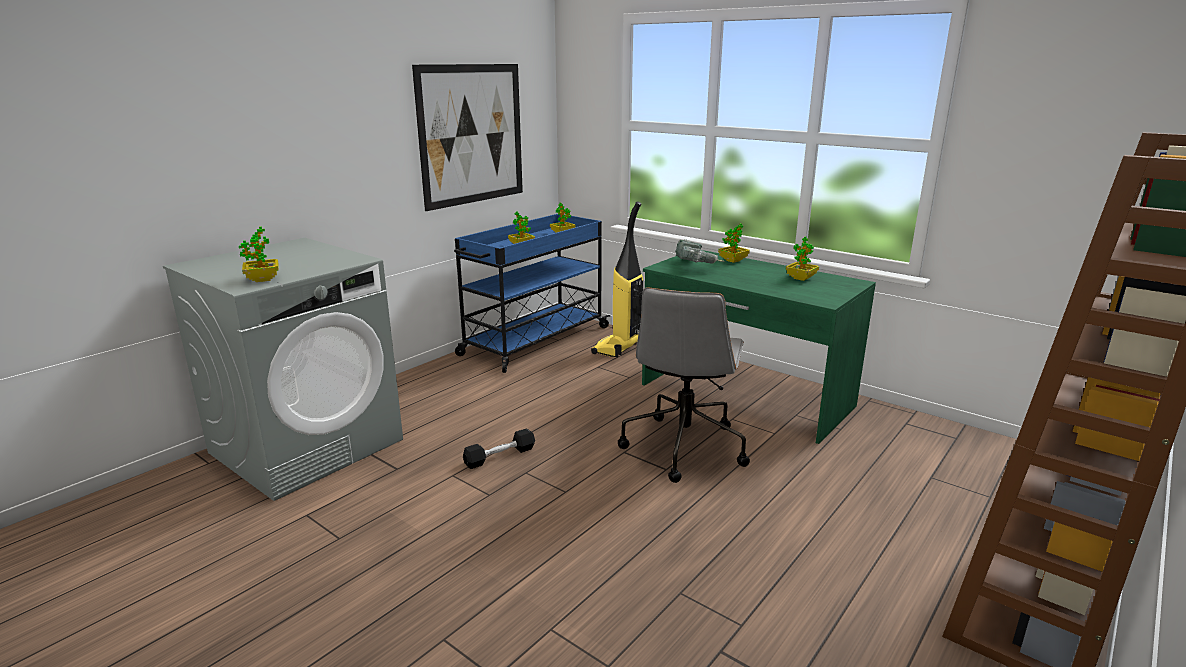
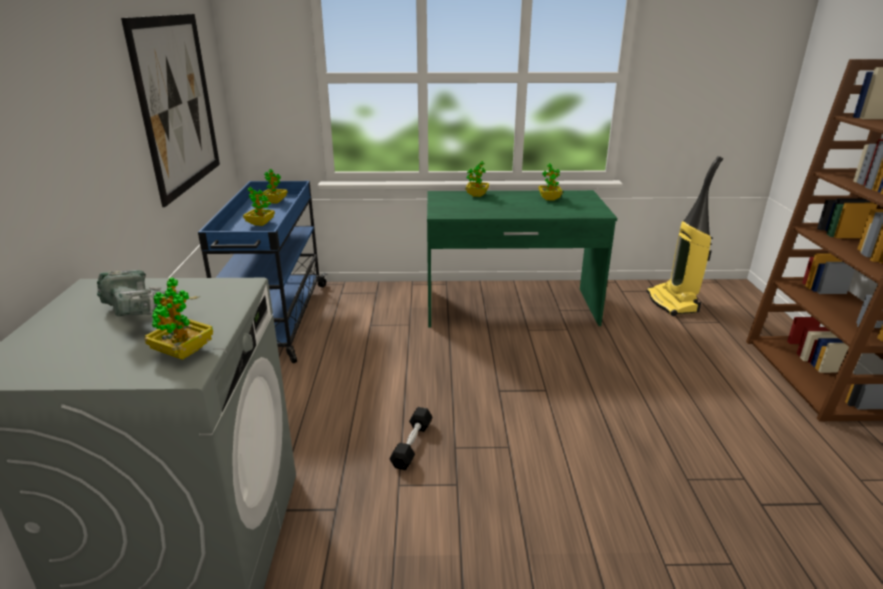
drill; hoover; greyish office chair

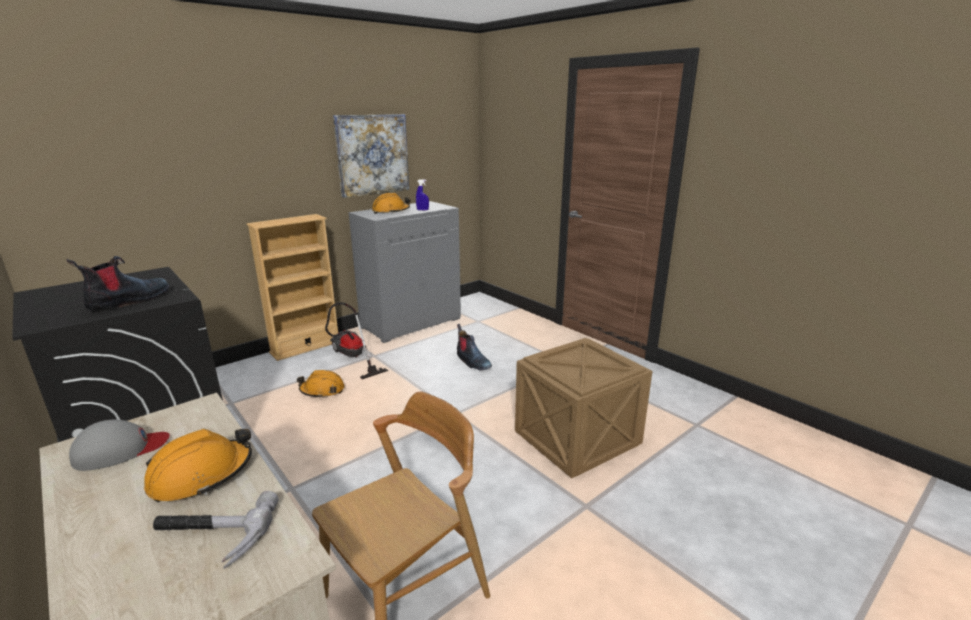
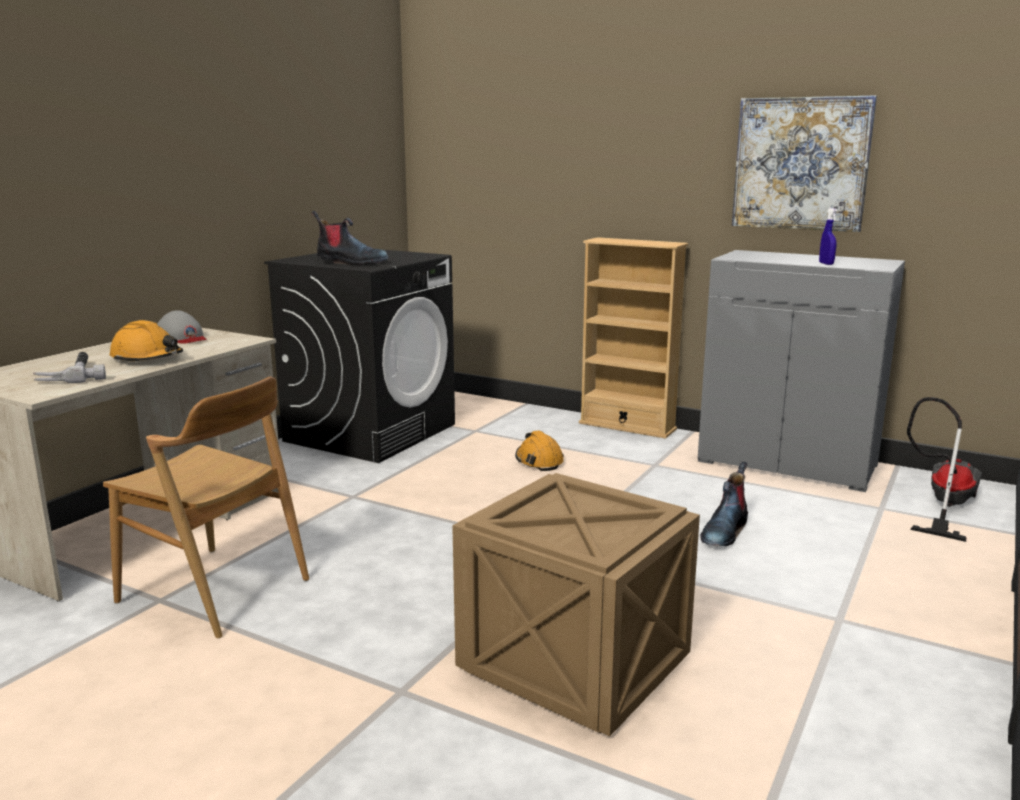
hoover; orange-coloured work helmet (no. 3 from left in the first image)

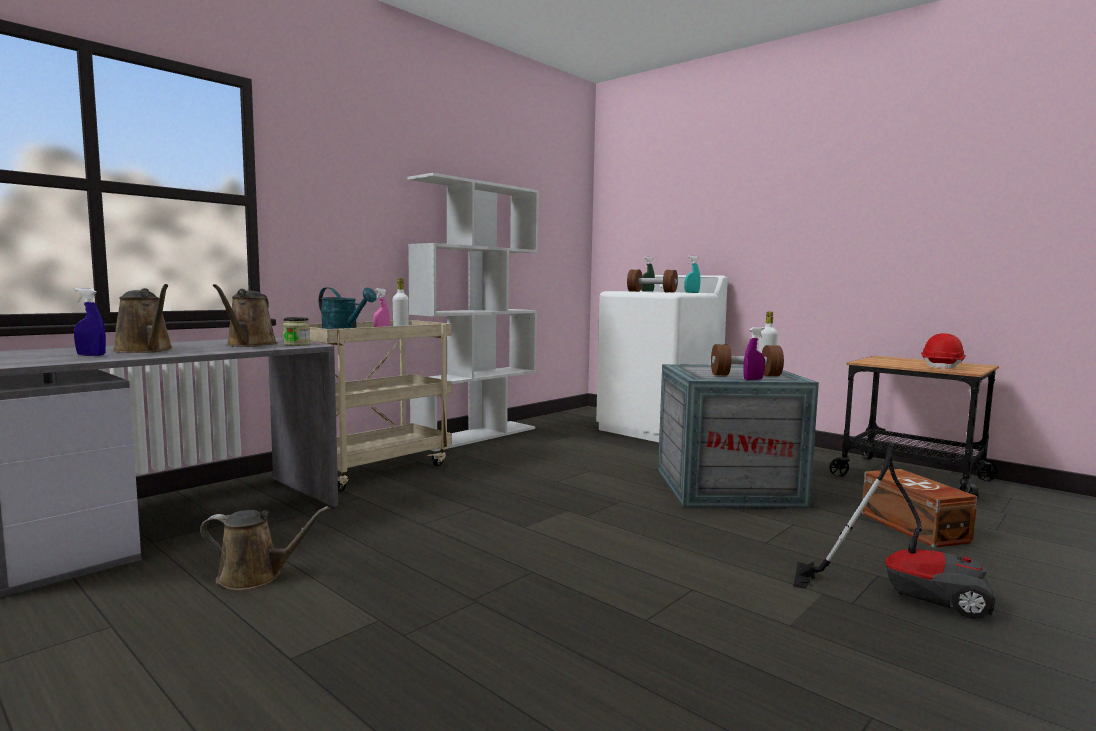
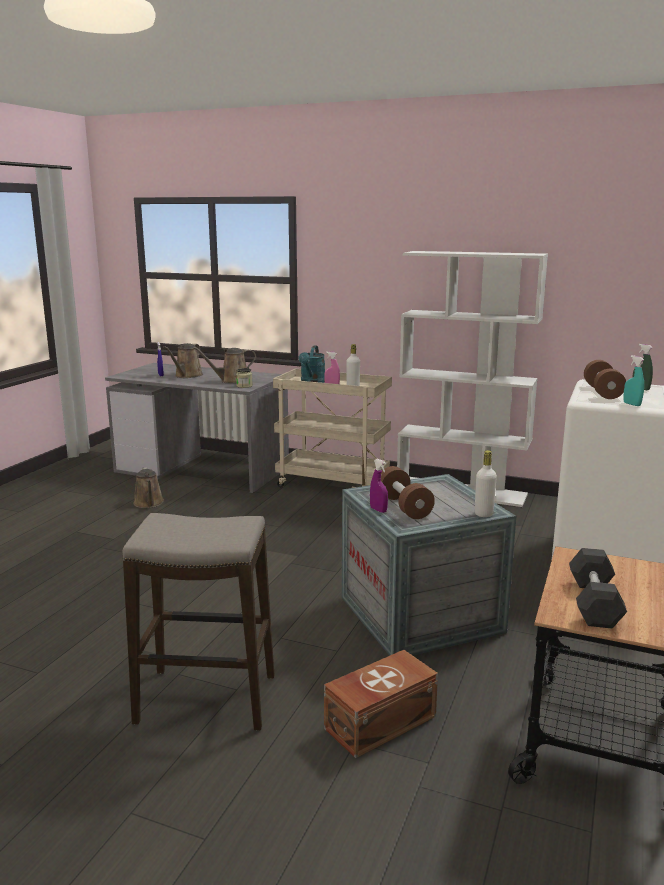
stool seat; greyish hand weight

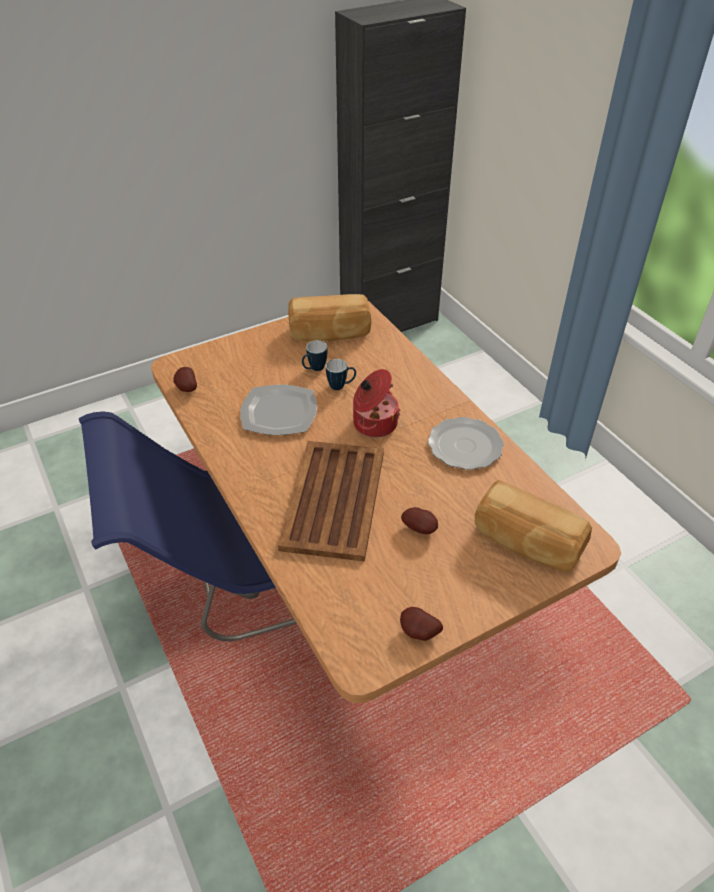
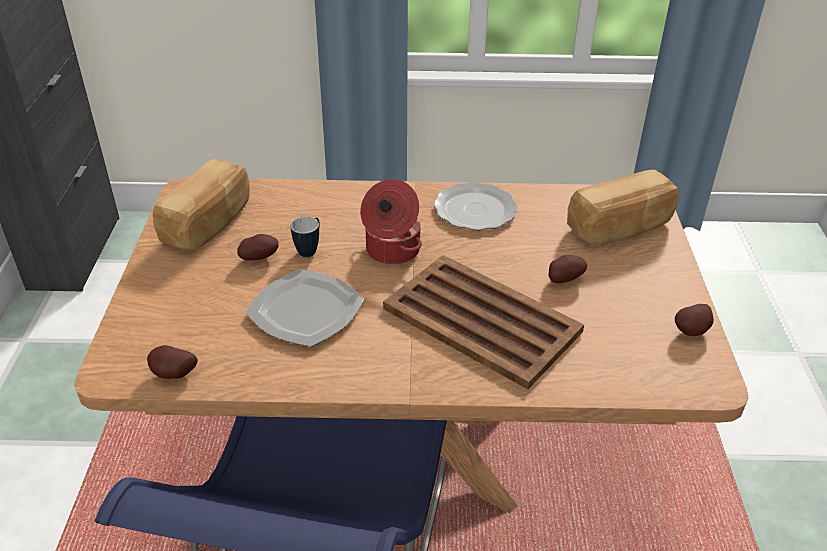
whole potato (no. 2 from left)

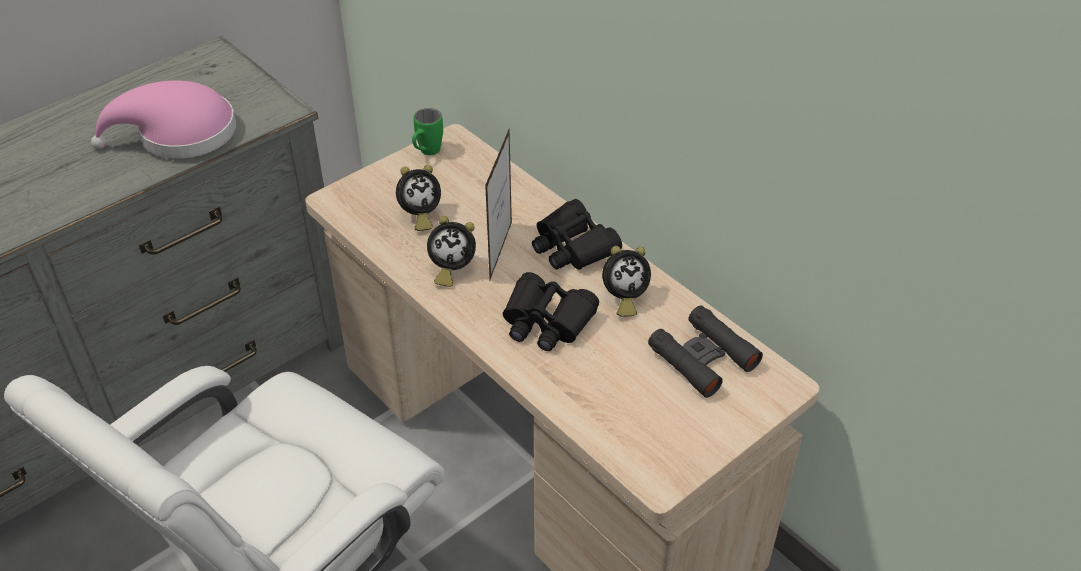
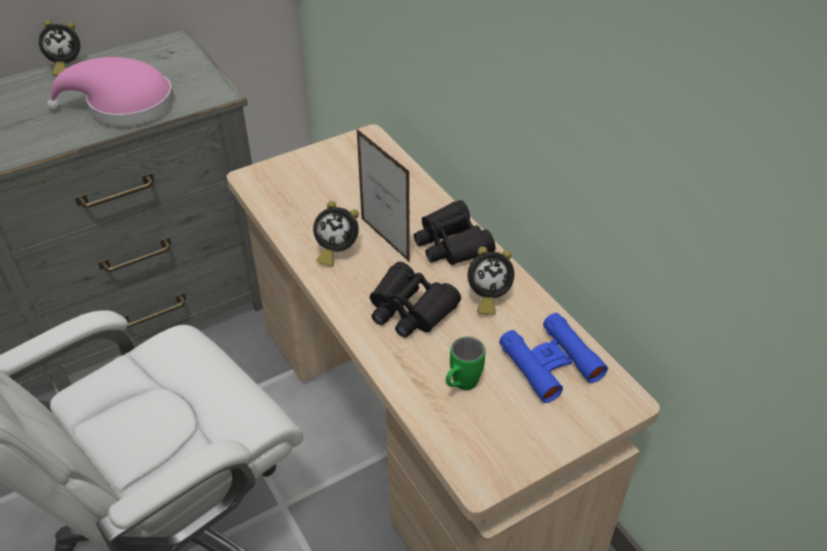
alarm clock (no. 1 from left); standing frame; green-coloured coffee mug; bluish field glasses

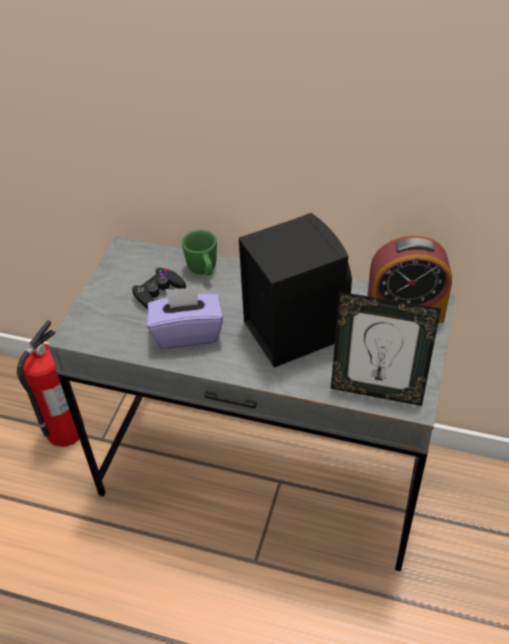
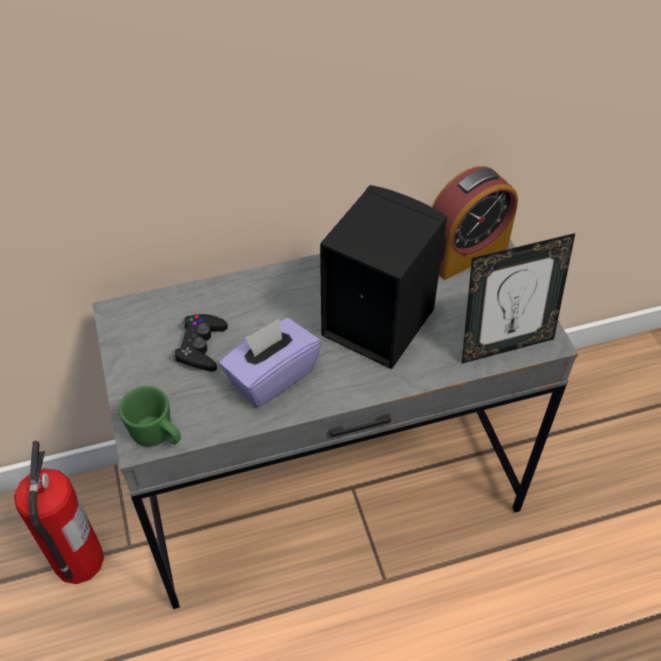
green-coloured coffee mug

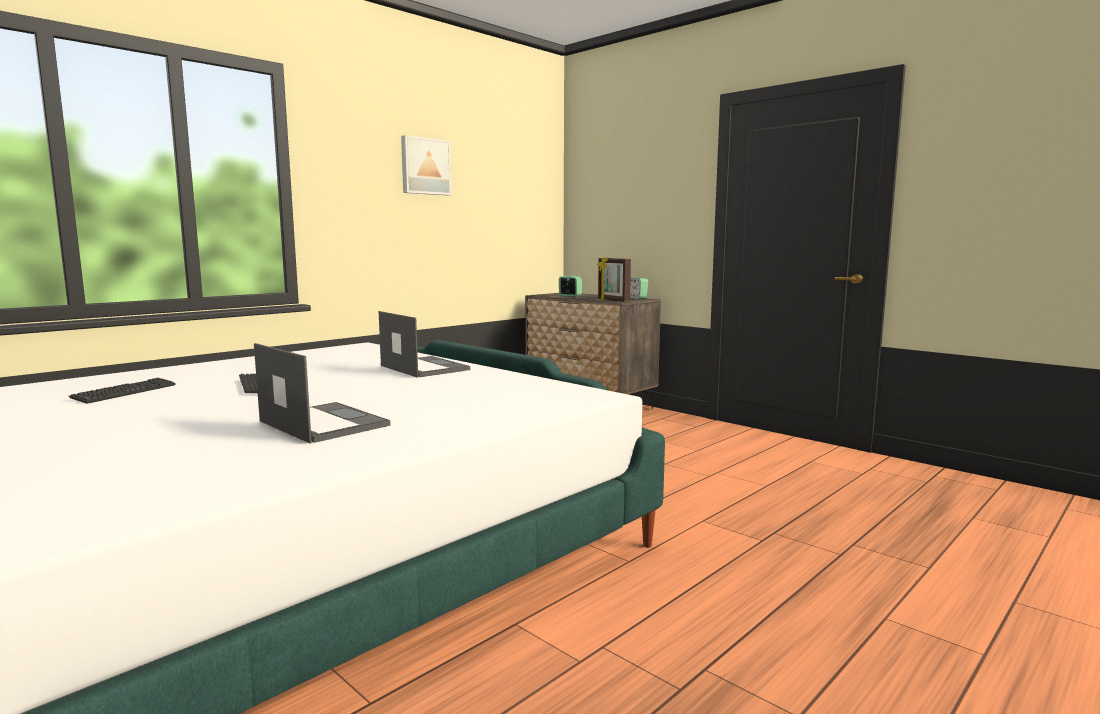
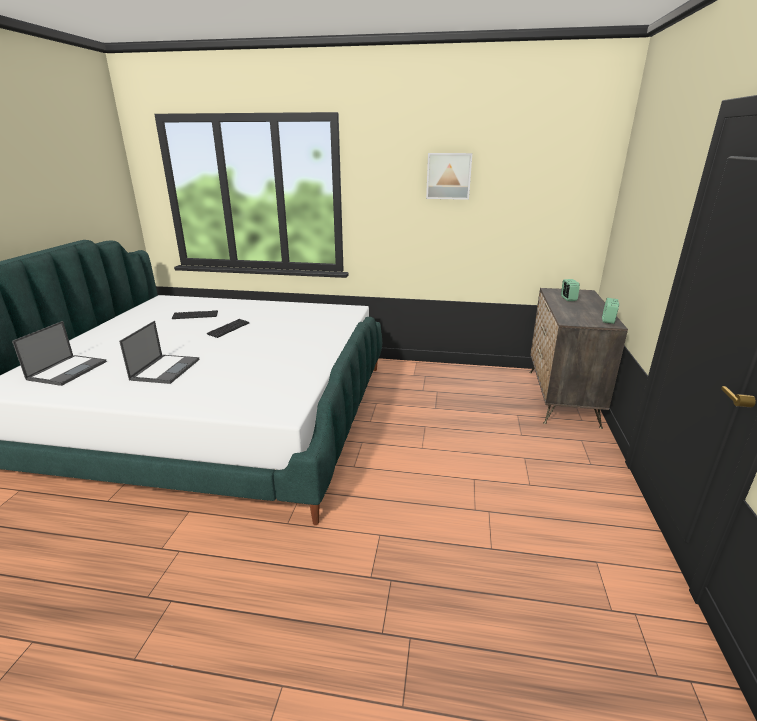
notebook computer (no. 1 from left); standing frame

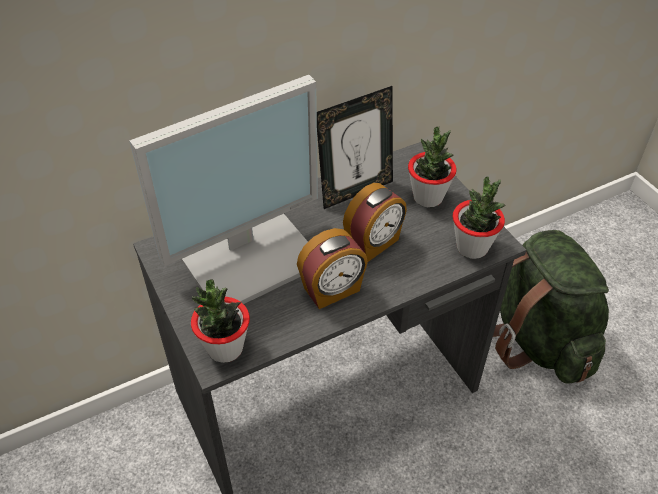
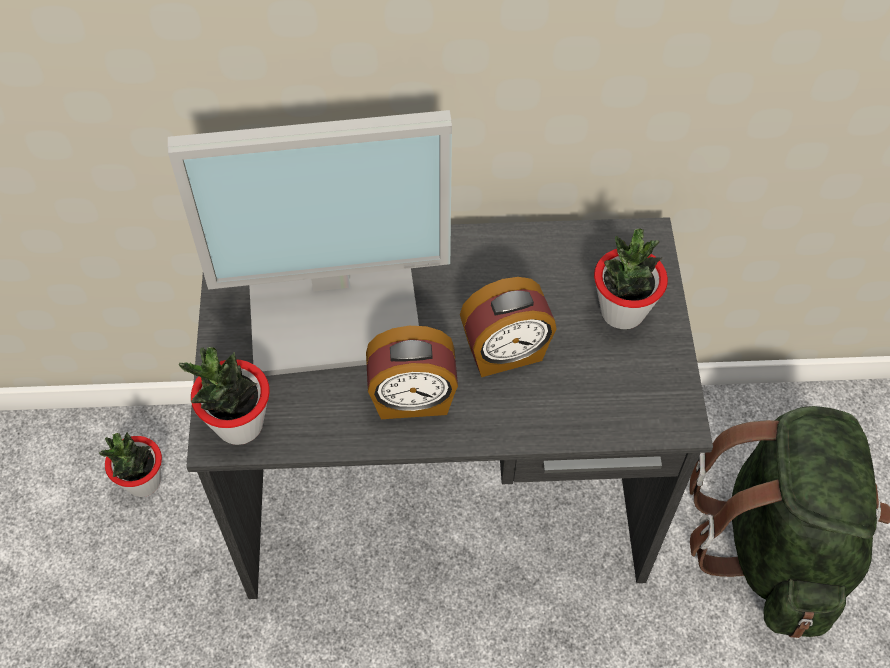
plant in a pot (no. 1 from left); standing frame

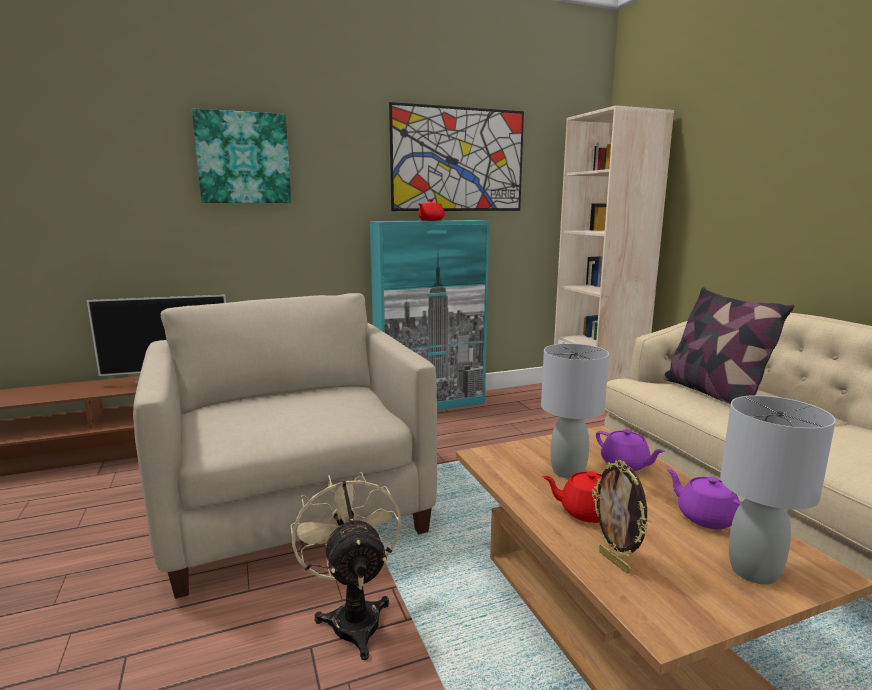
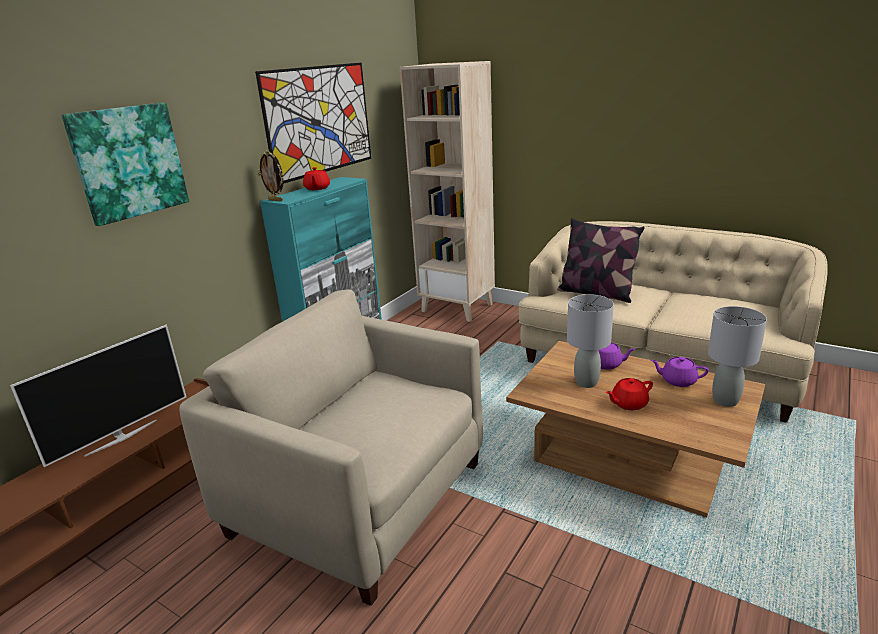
standing frame; beige-coloured electric fan

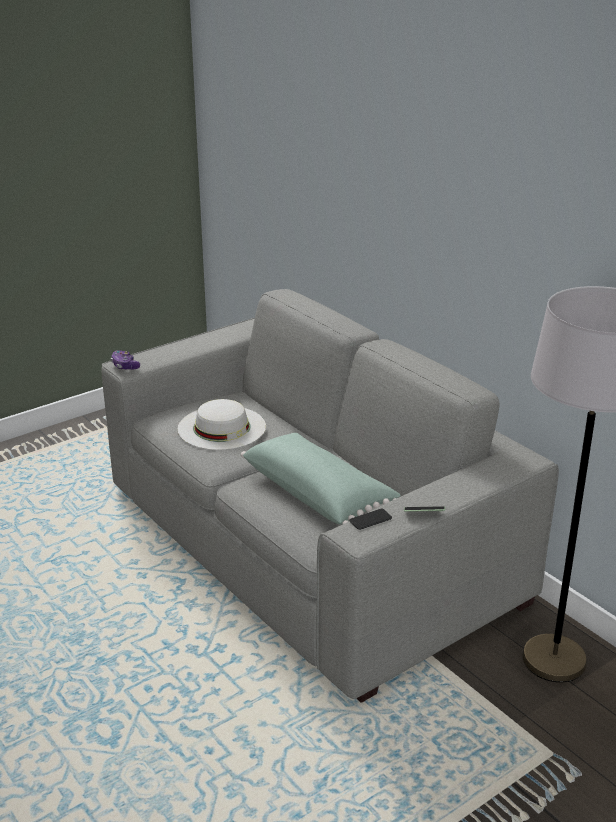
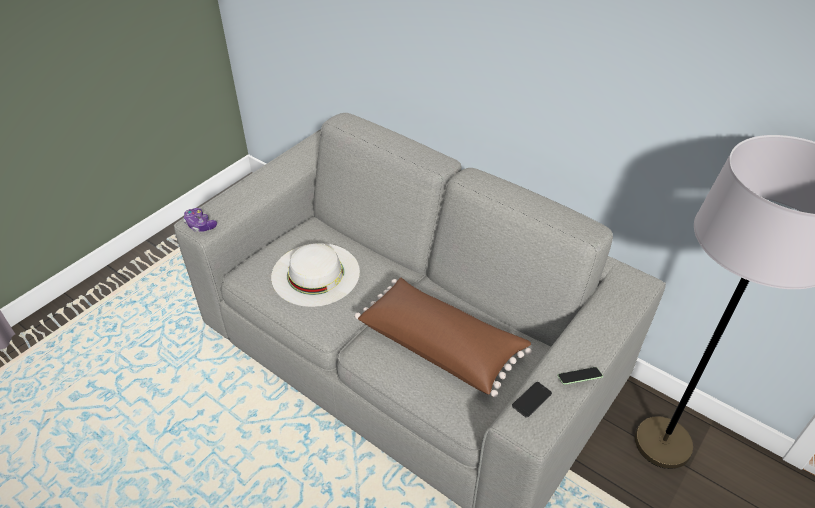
brownish throw pillow

